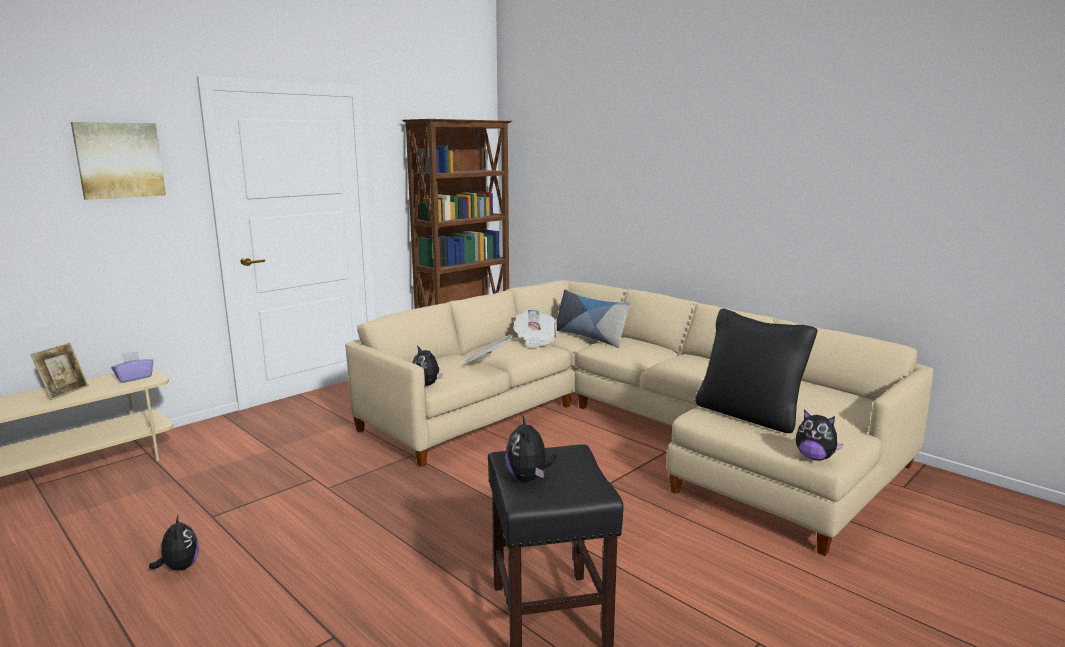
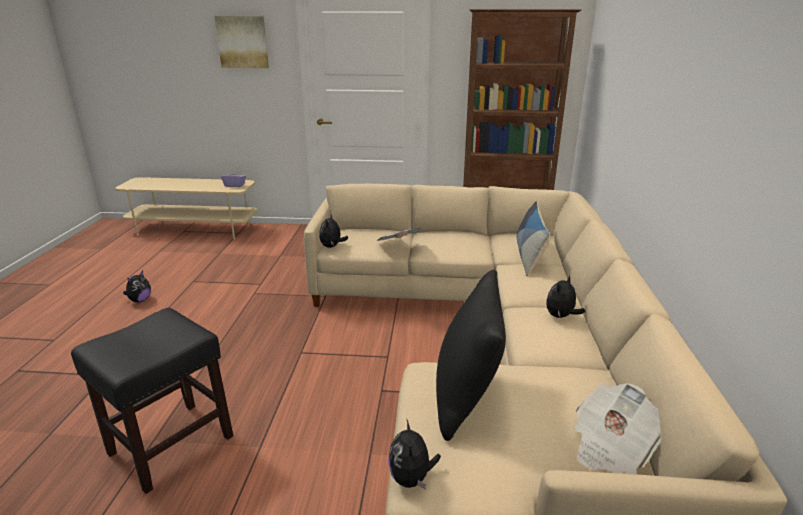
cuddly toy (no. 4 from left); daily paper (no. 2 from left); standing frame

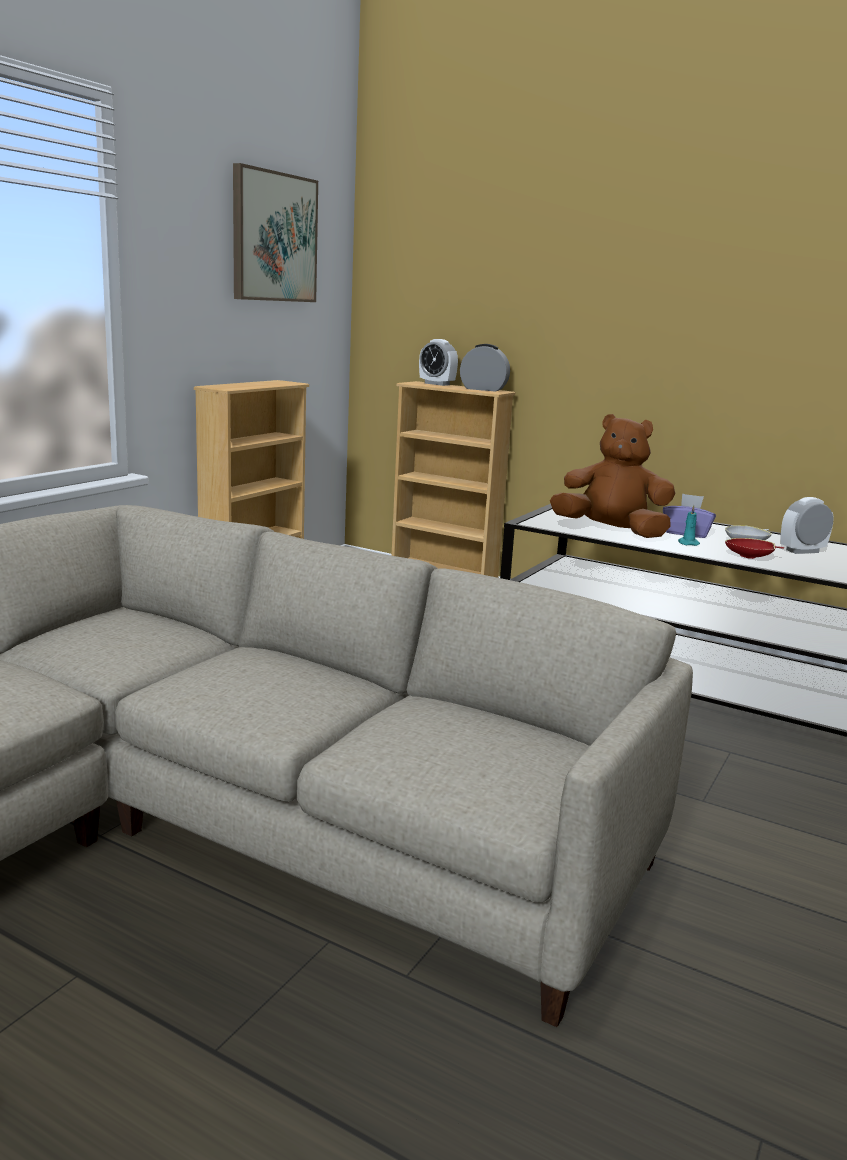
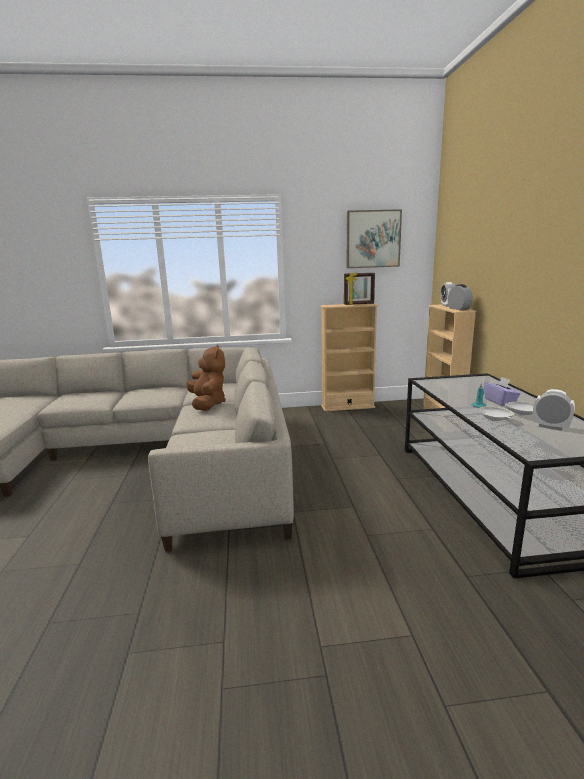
brownish cuddly toy; standing frame; white bowl (no. 1 from left)

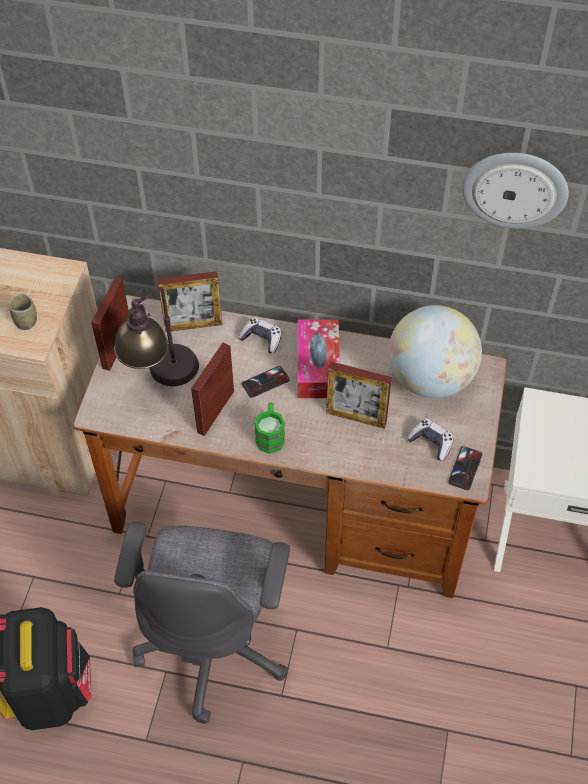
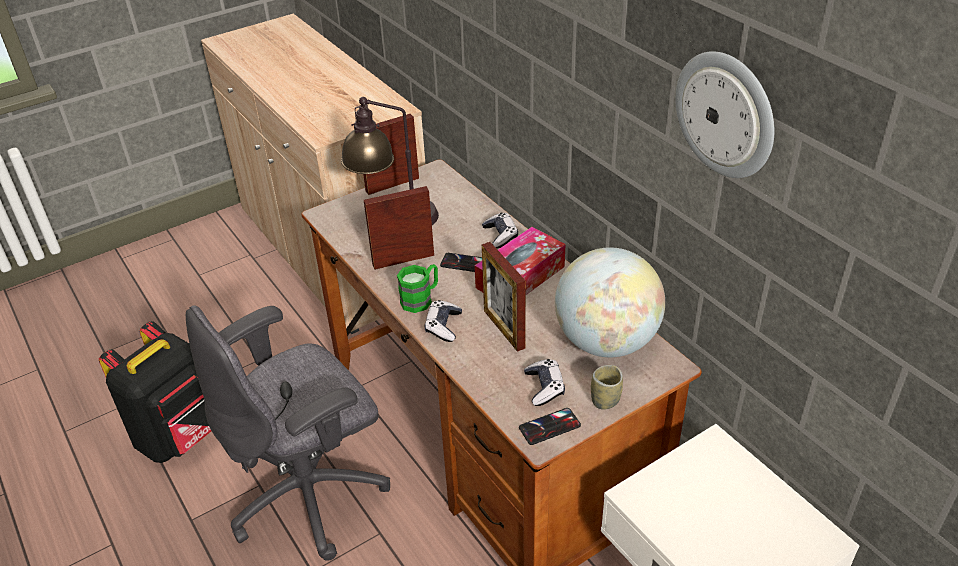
gamepad (no. 1 from left); small cup; standing frame (no. 2 from left in the first image)

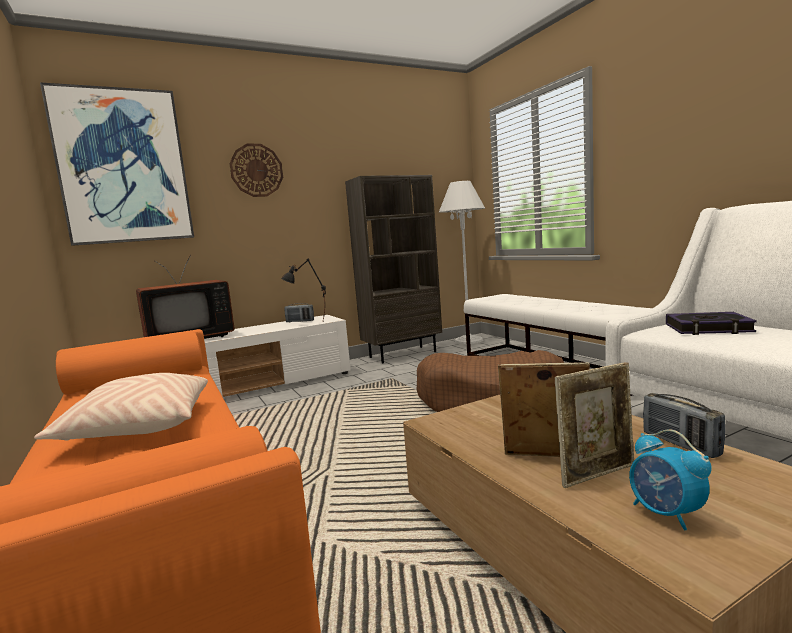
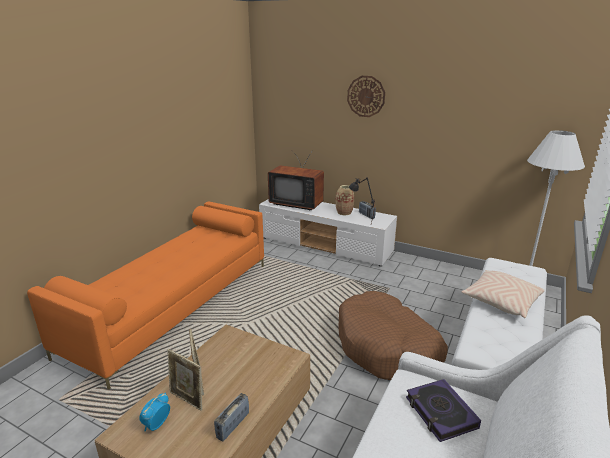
flower vase; beige-coloured throw pillow; wall picture; brownish bookshelf

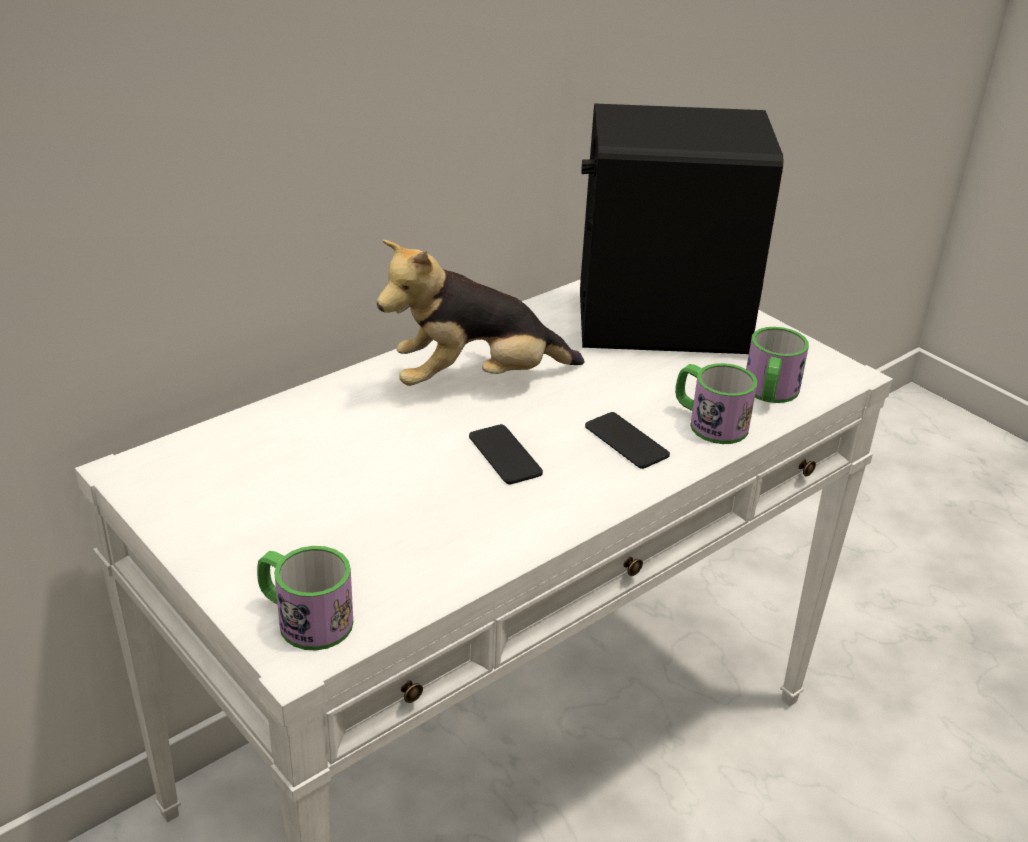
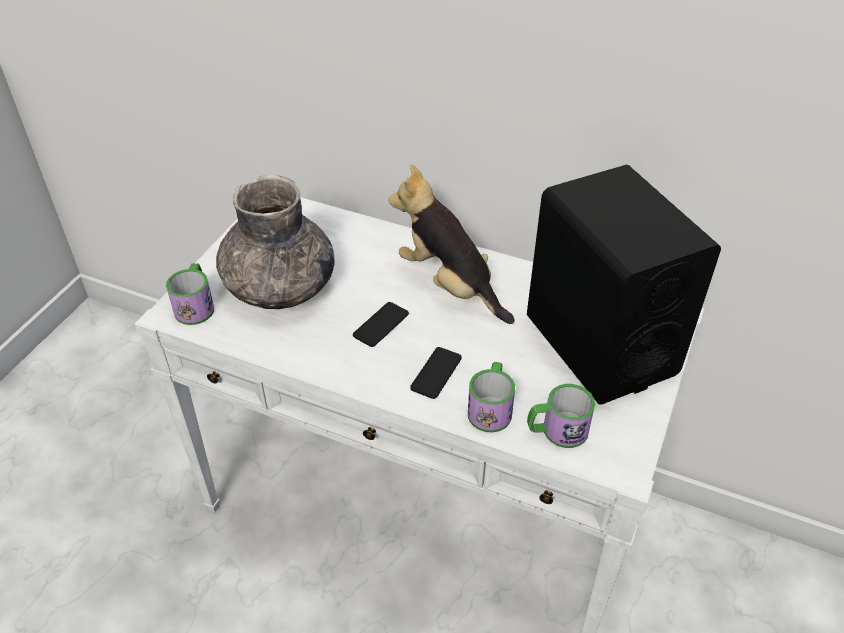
greyish flower vase

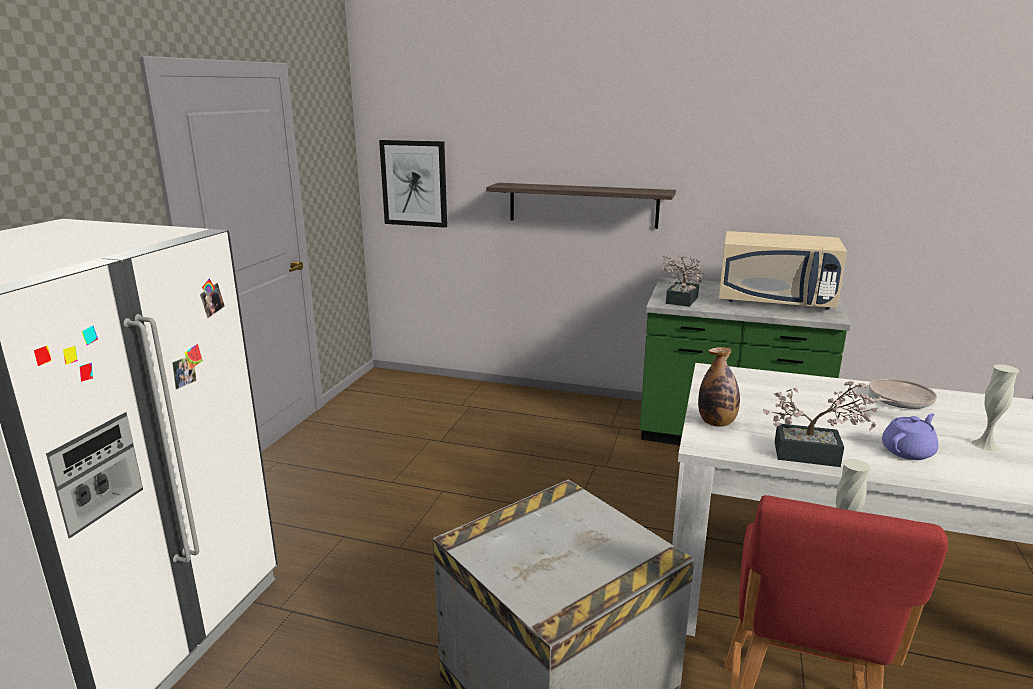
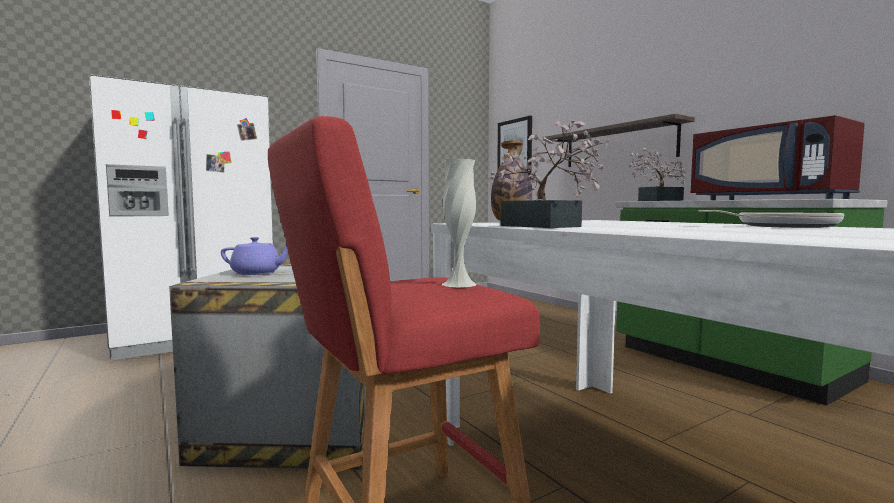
purplish tea pot; reddish microwave; white flower vase (no. 2 from left in the first image)

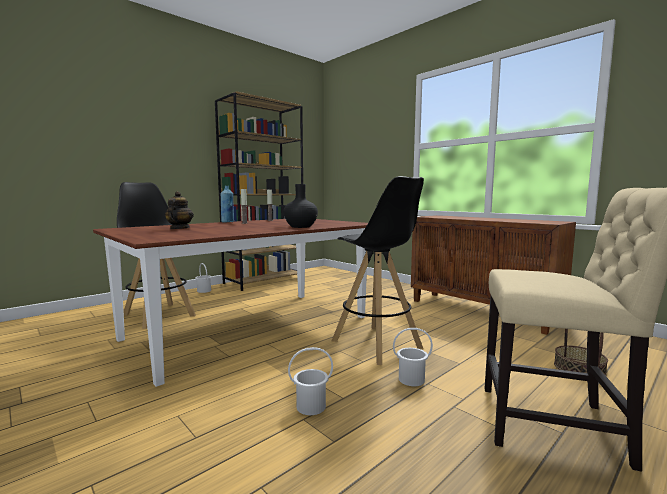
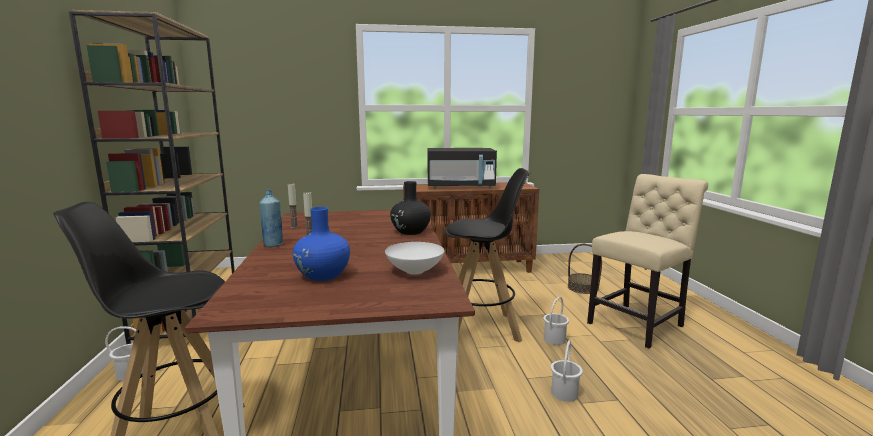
bluish flower vase; white bowl; blackish microwave

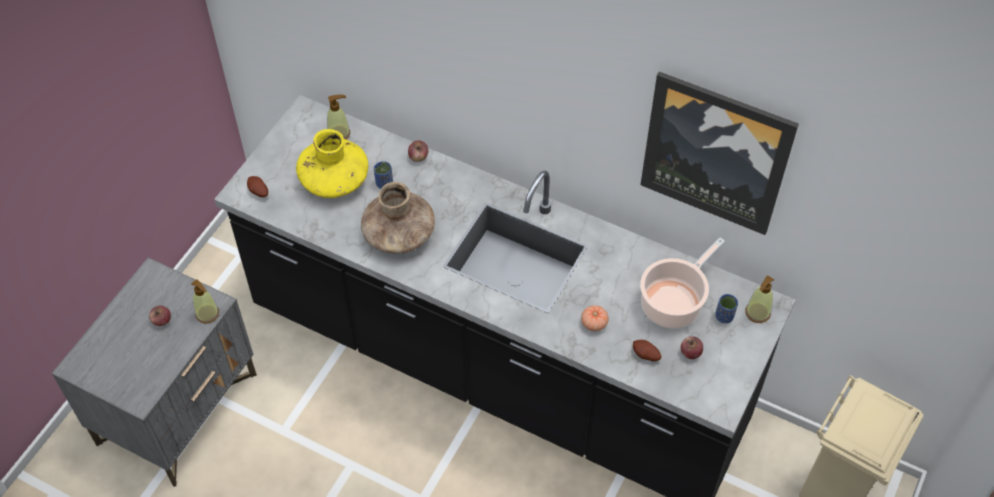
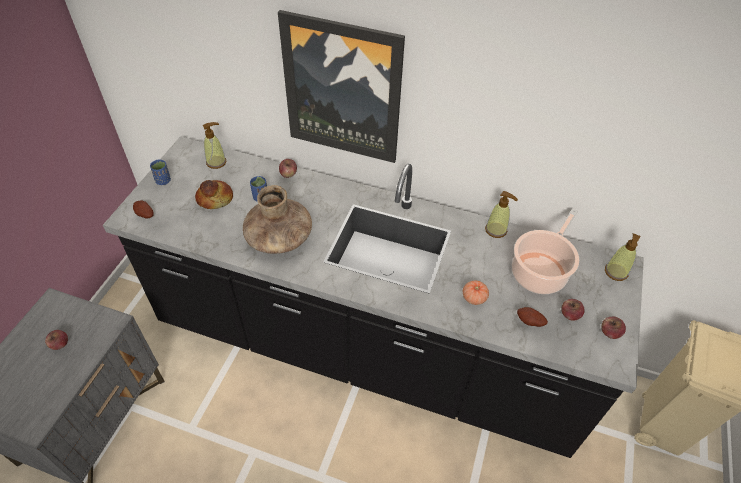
bluish small cup (no. 1 from left); bread; wall picture; soap dispenser (no. 2 from left); whole apple (no. 4 from left)

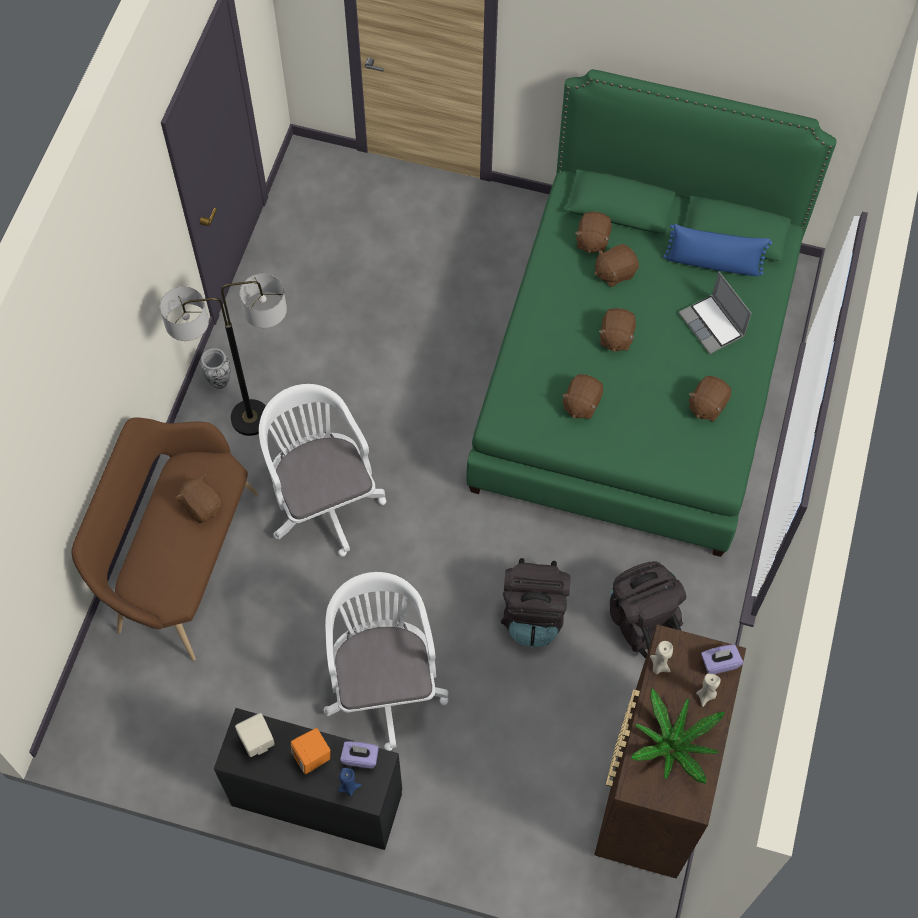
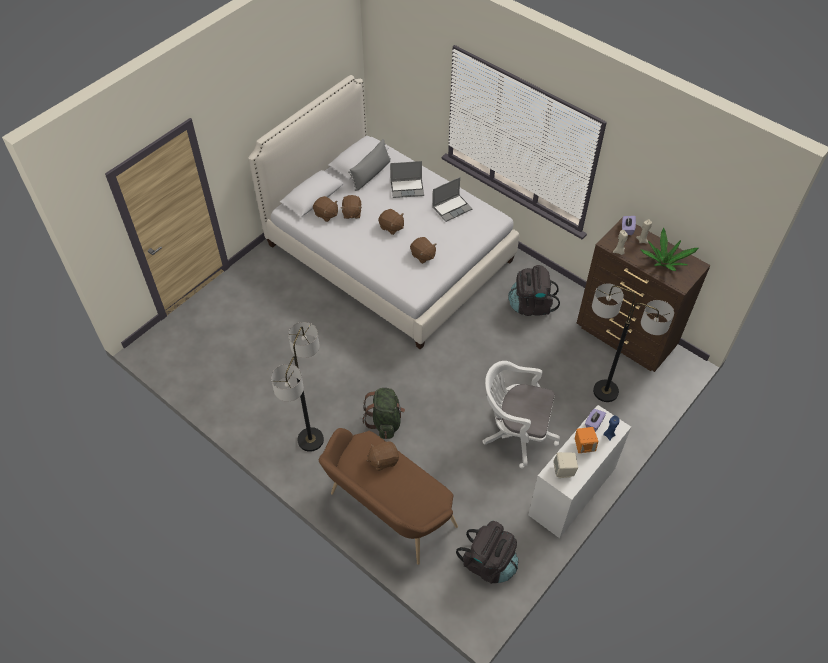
white sleeping bed; greyish throw pillow; green-coloured rucksack; notebook computer (no. 2 from left); blackish rucksack (no. 1 from left); white desk; standard lamp (no. 2 from left); flower vase

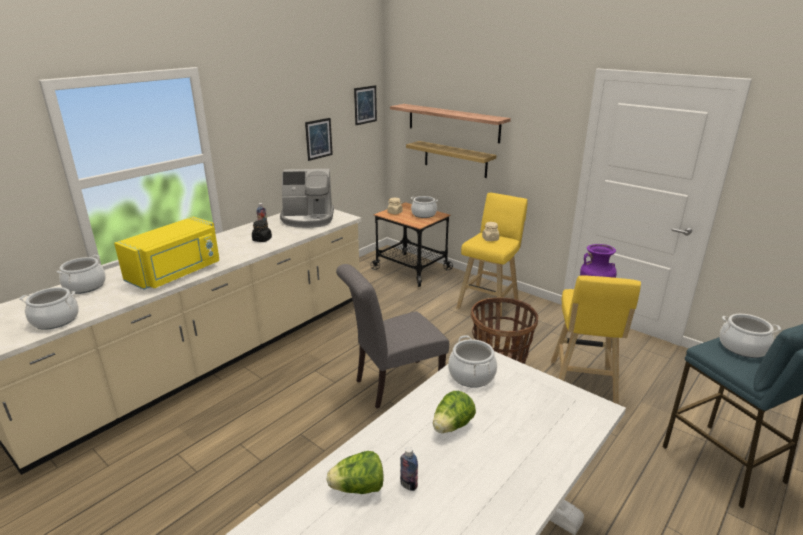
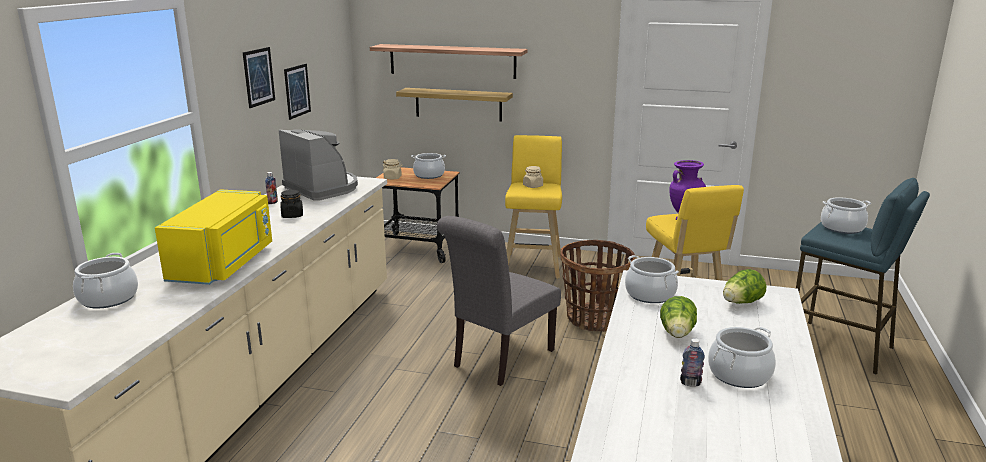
wall picture (no. 1 from left); coffee machine; saucepot (no. 4 from left); lettuce (no. 2 from left)

